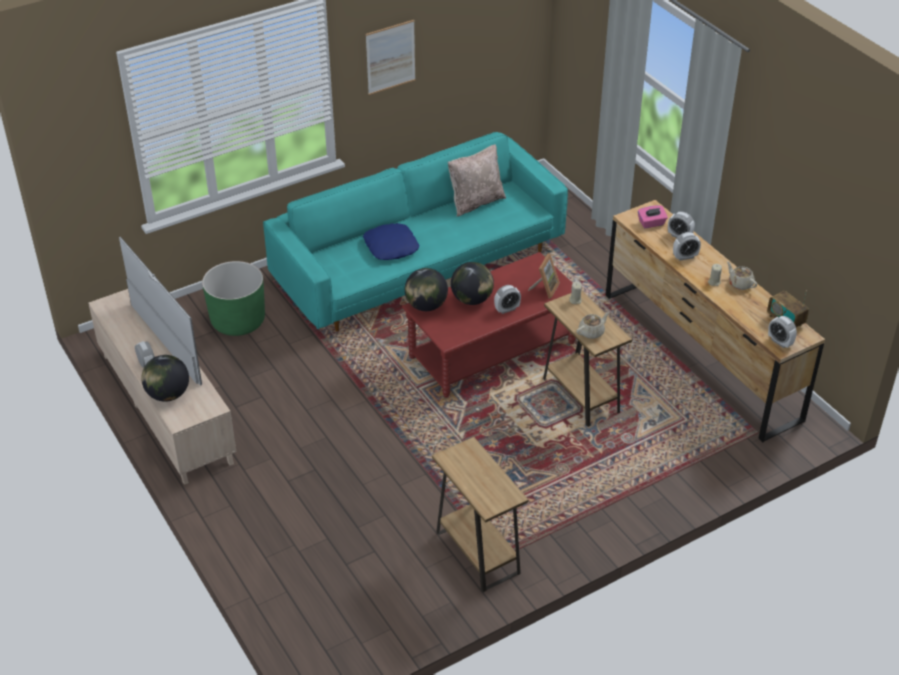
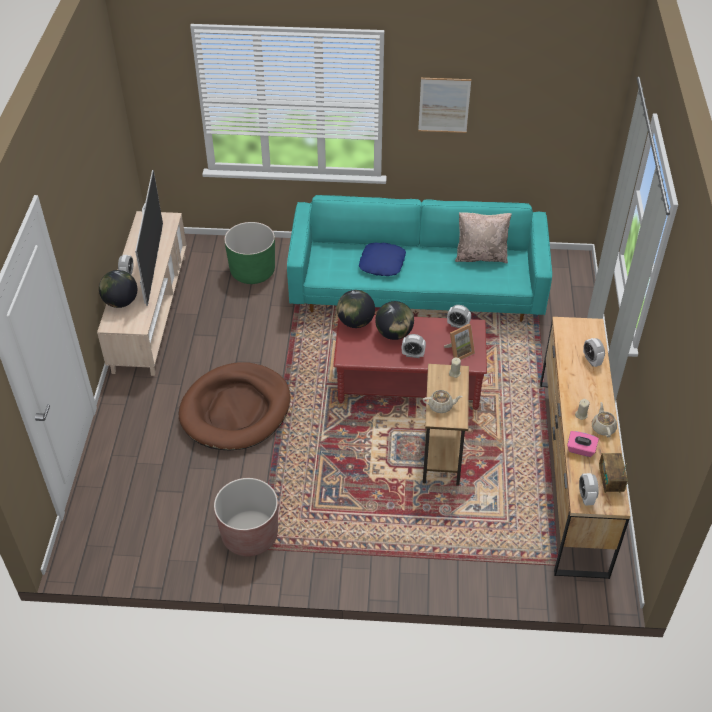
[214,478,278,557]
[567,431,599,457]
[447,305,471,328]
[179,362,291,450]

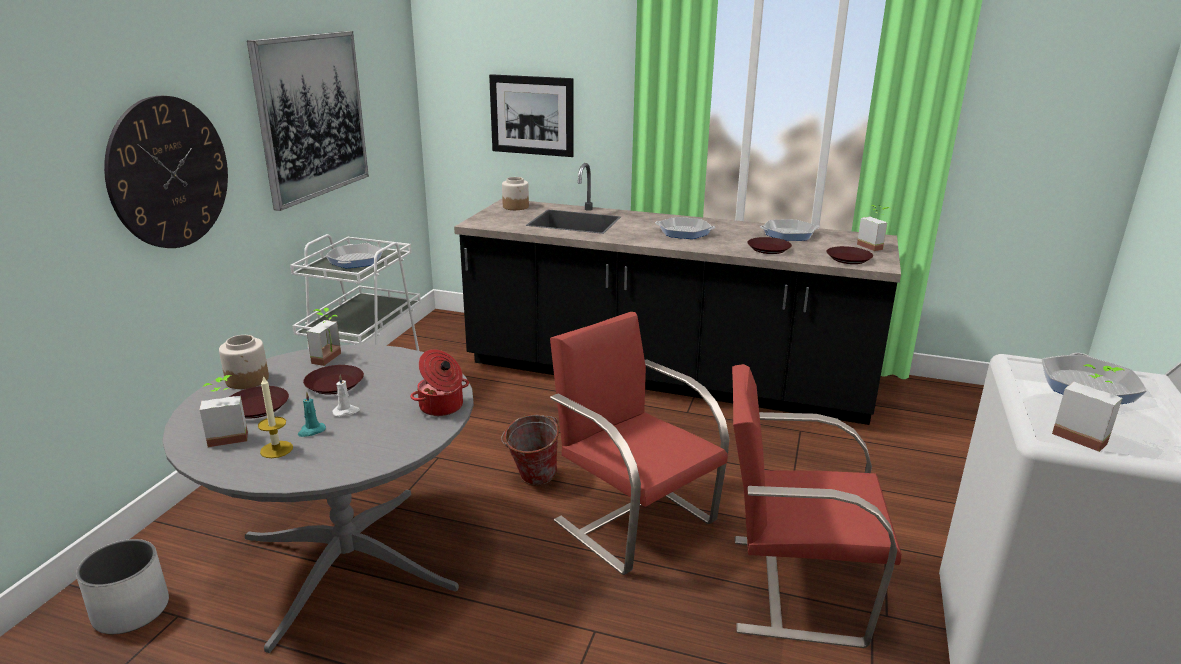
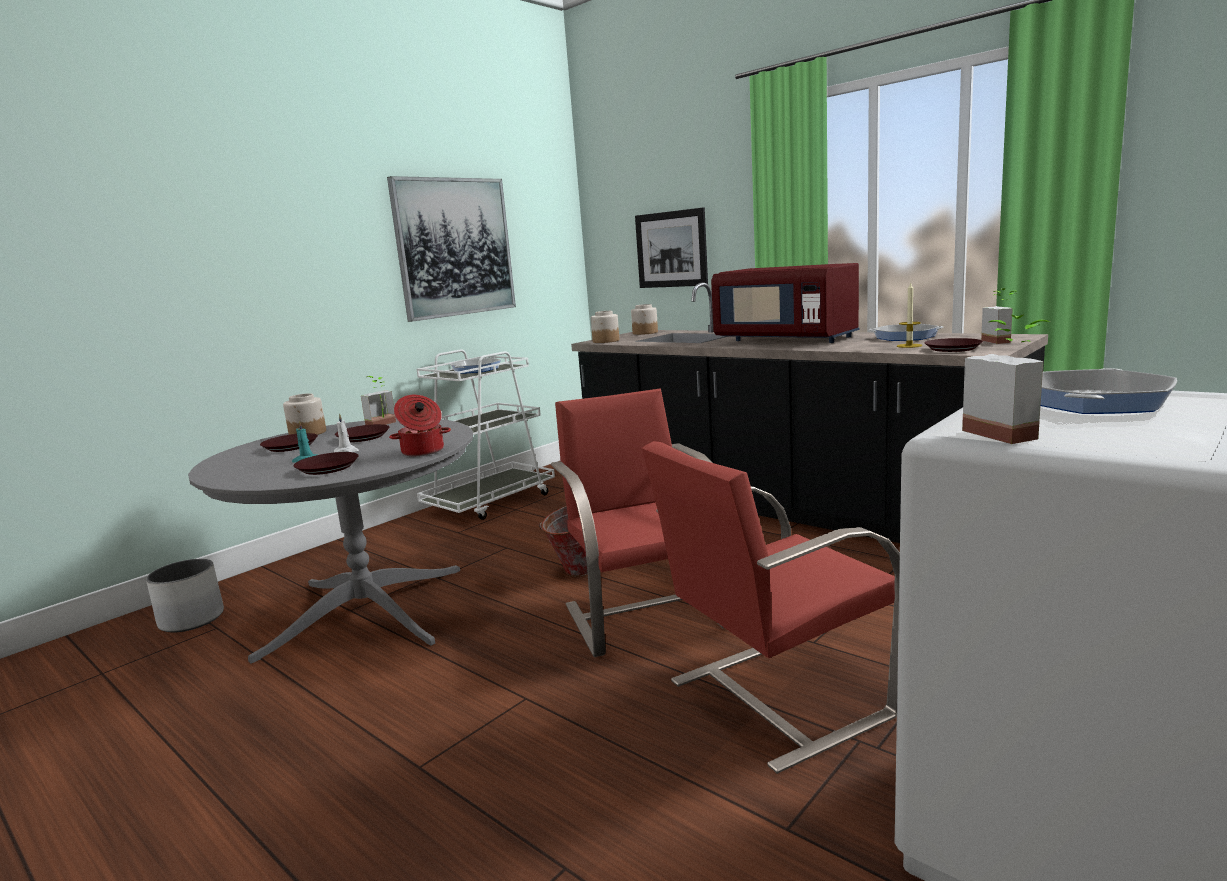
[104,96,228,248] (first image)
[200,375,248,447] (first image)
[897,283,922,348]
[711,263,859,343]
[642,441,900,774]
[294,452,359,475]
[591,311,619,343]

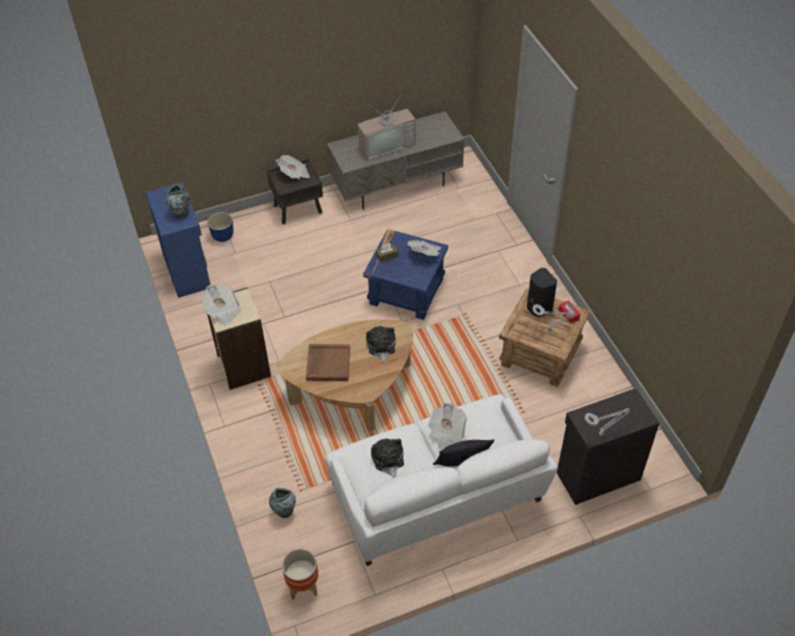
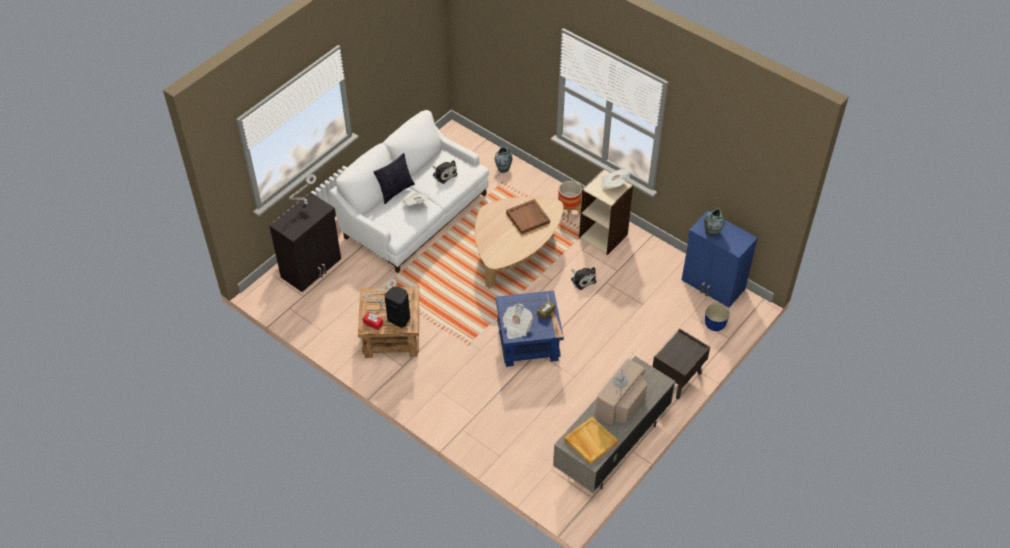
[276,155,310,179] (first image)
[558,181,582,220]
[571,267,596,290]
[564,417,618,465]

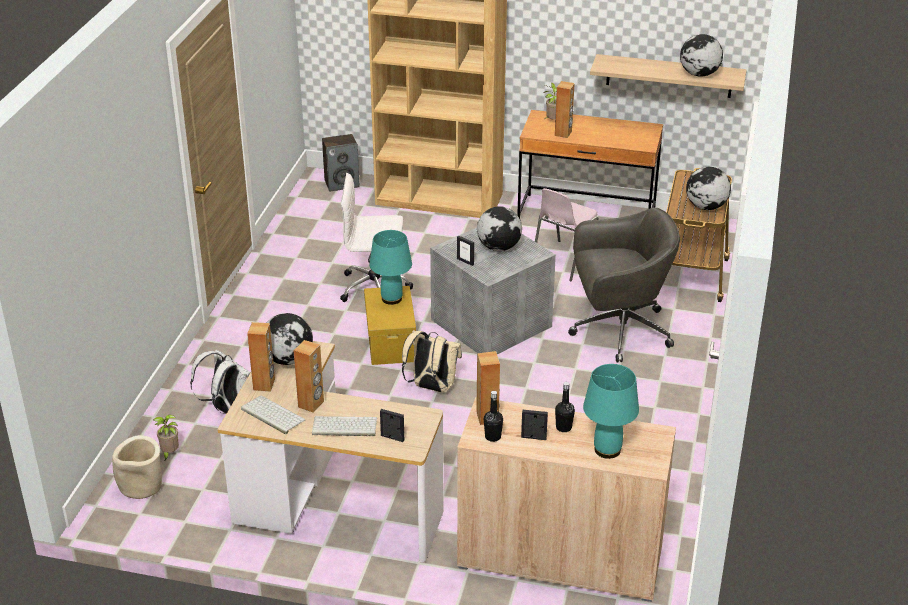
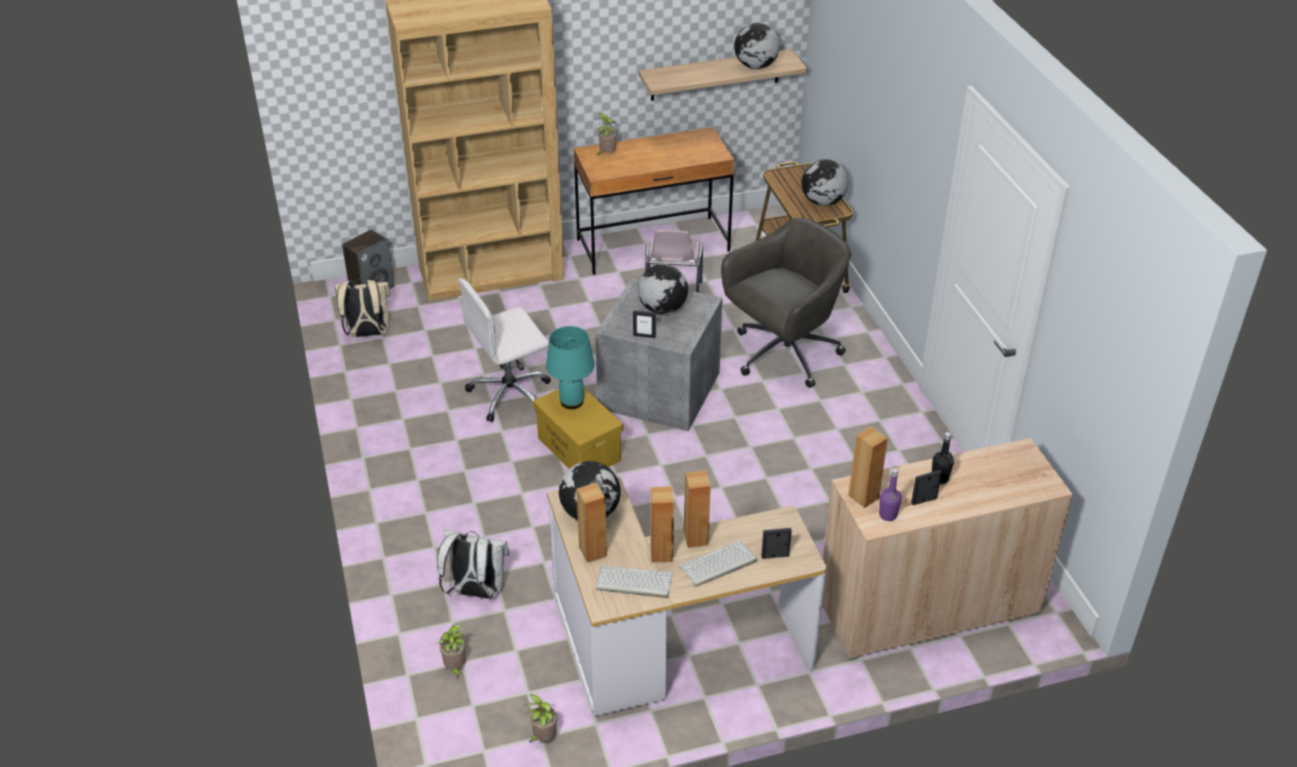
[112,435,162,499] (first image)
[334,279,390,337]
[879,468,902,521]
[684,470,711,548]
[583,364,639,459] (first image)
[524,694,557,742]

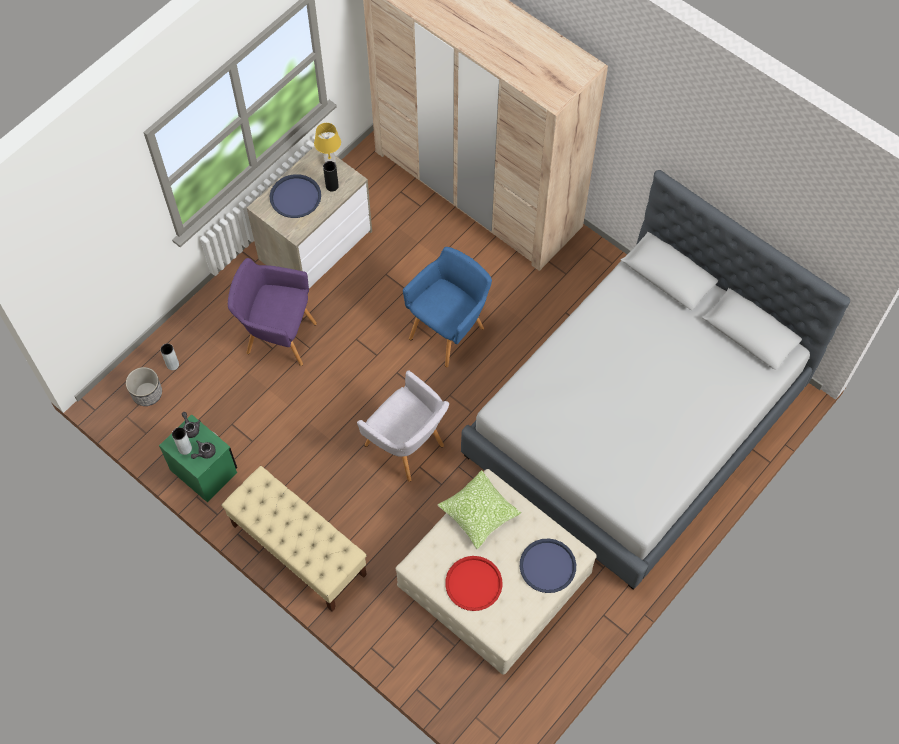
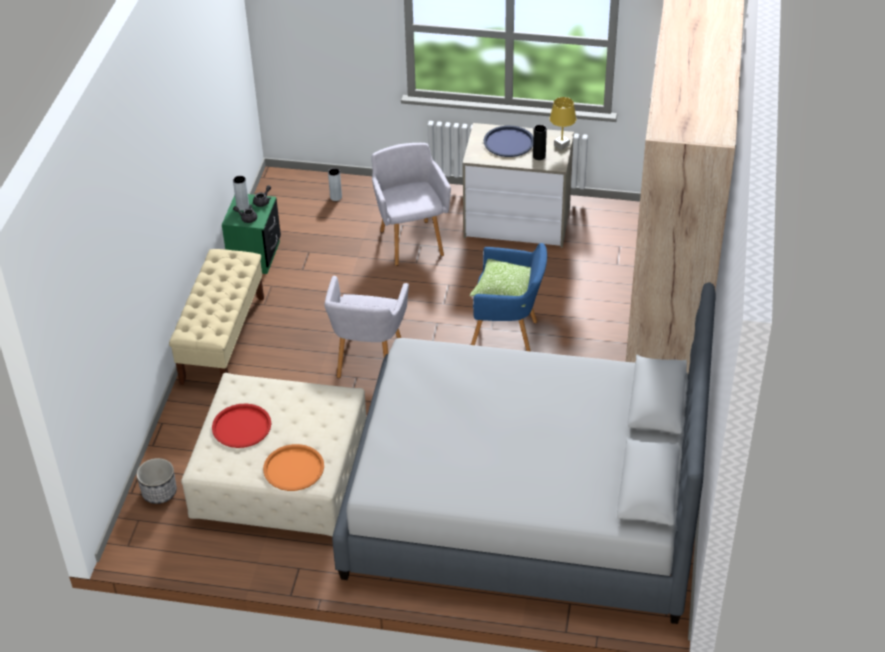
[136,458,177,504]
[372,143,451,266]
[470,259,531,307]
[263,444,324,491]

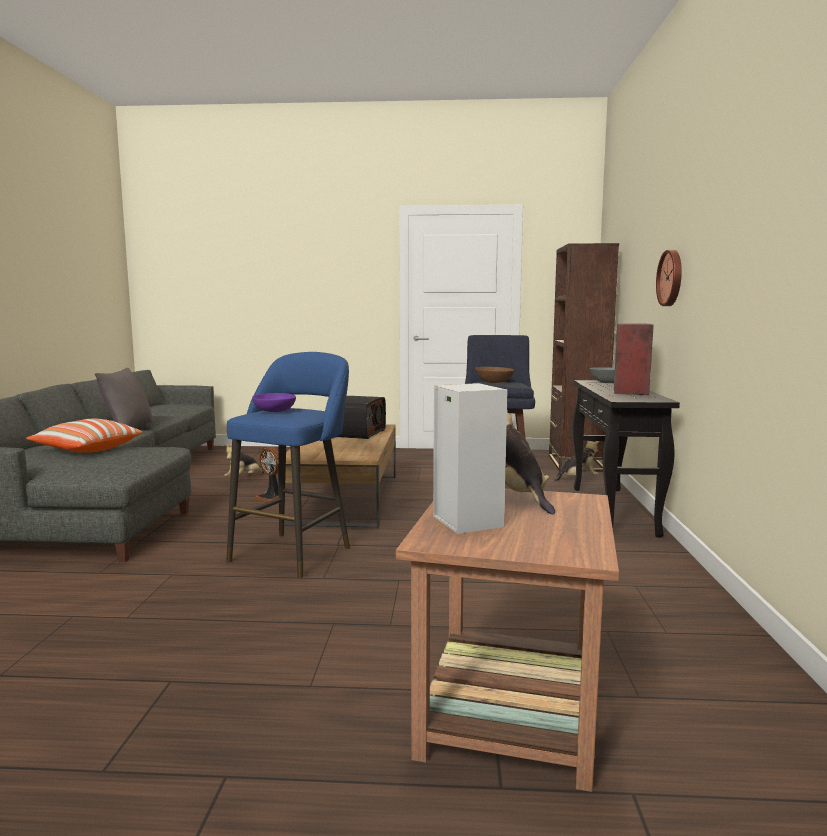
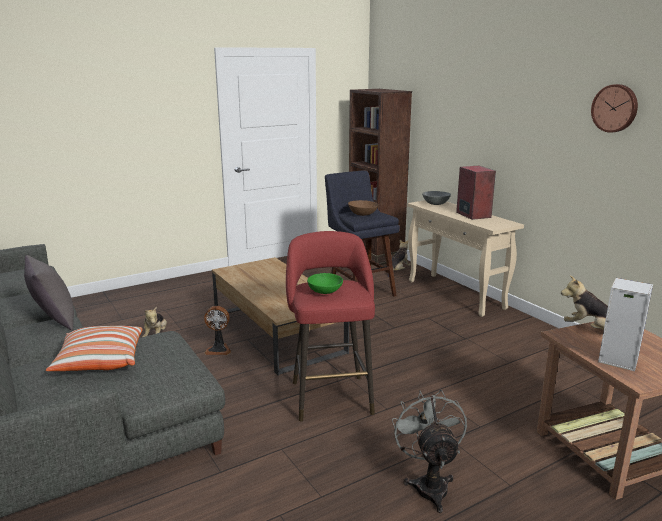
[286,231,375,422]
[307,273,343,294]
[337,396,386,439] (first image)
[407,200,524,317]
[591,84,638,133]
[392,390,467,513]

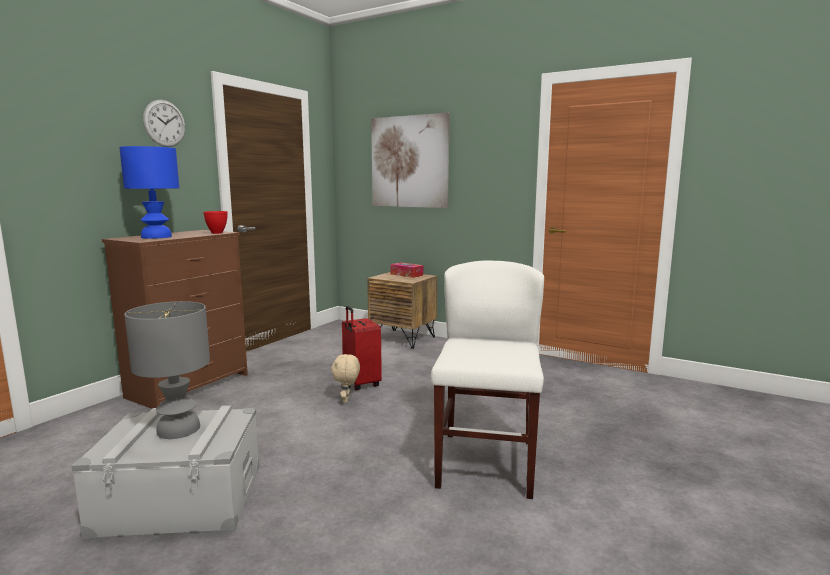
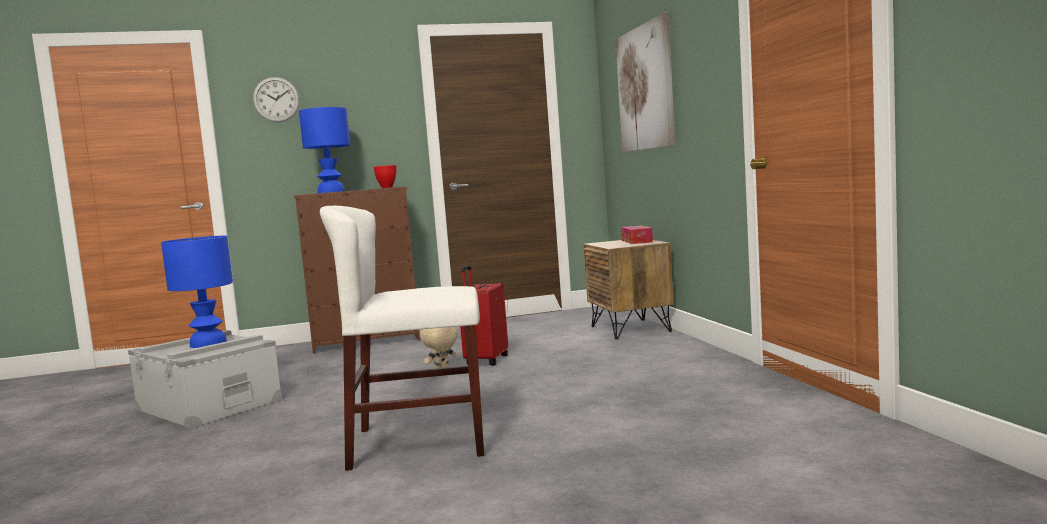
[161,236,233,348]
[253,77,300,122]
[320,206,484,471]

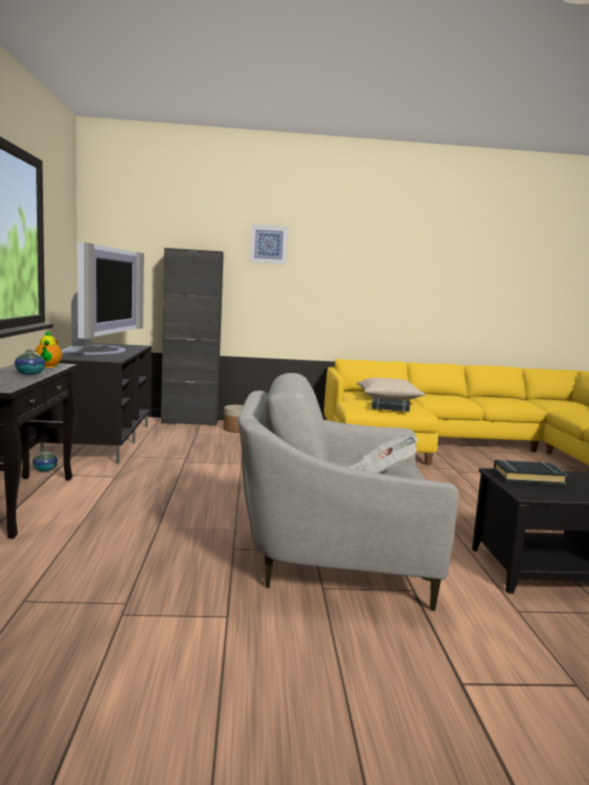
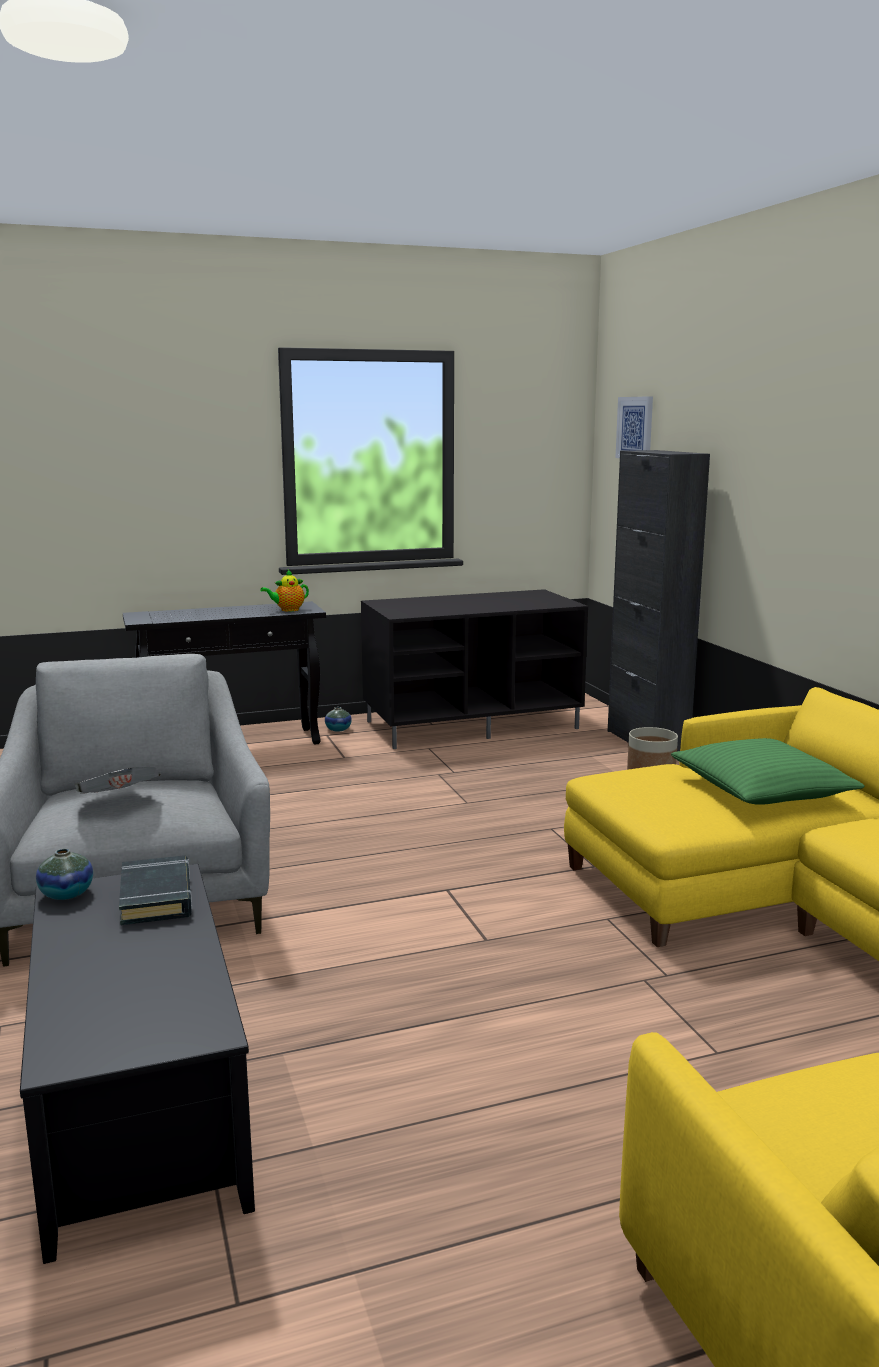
[36,849,93,900]
[61,242,144,355] (first image)
[615,396,653,458]
[671,738,864,805]
[371,398,410,412] (first image)

